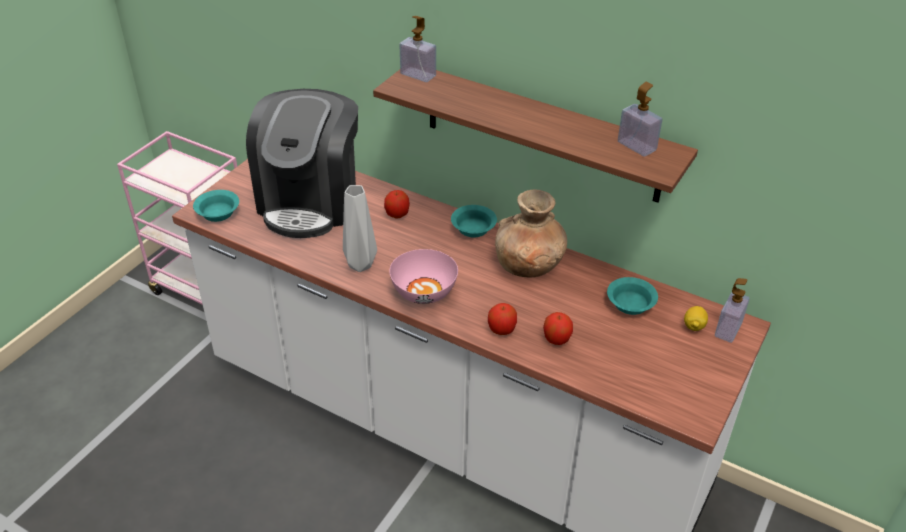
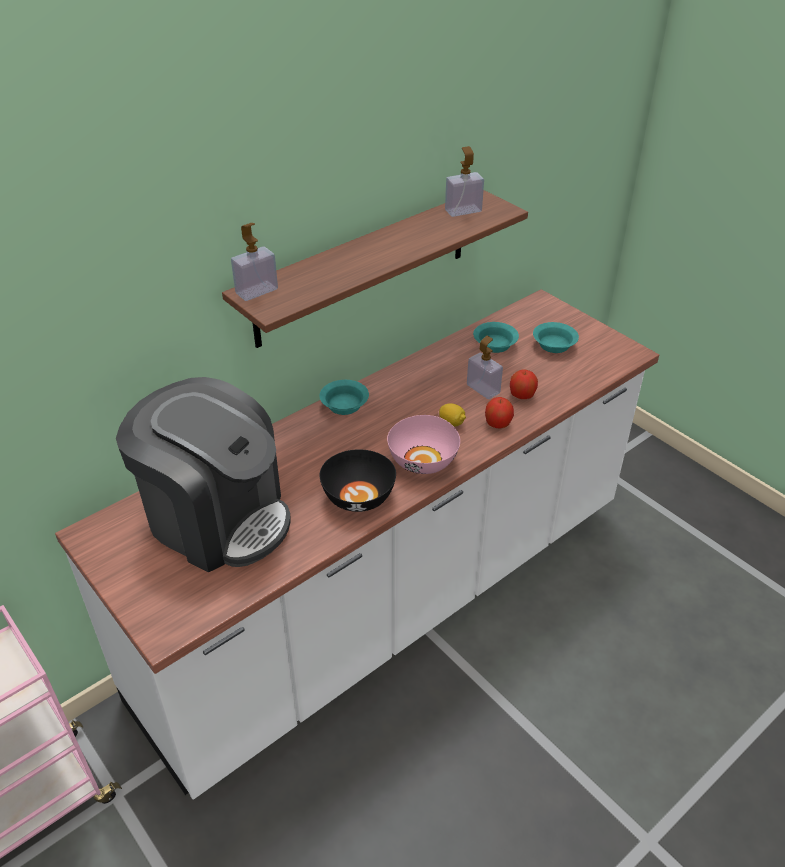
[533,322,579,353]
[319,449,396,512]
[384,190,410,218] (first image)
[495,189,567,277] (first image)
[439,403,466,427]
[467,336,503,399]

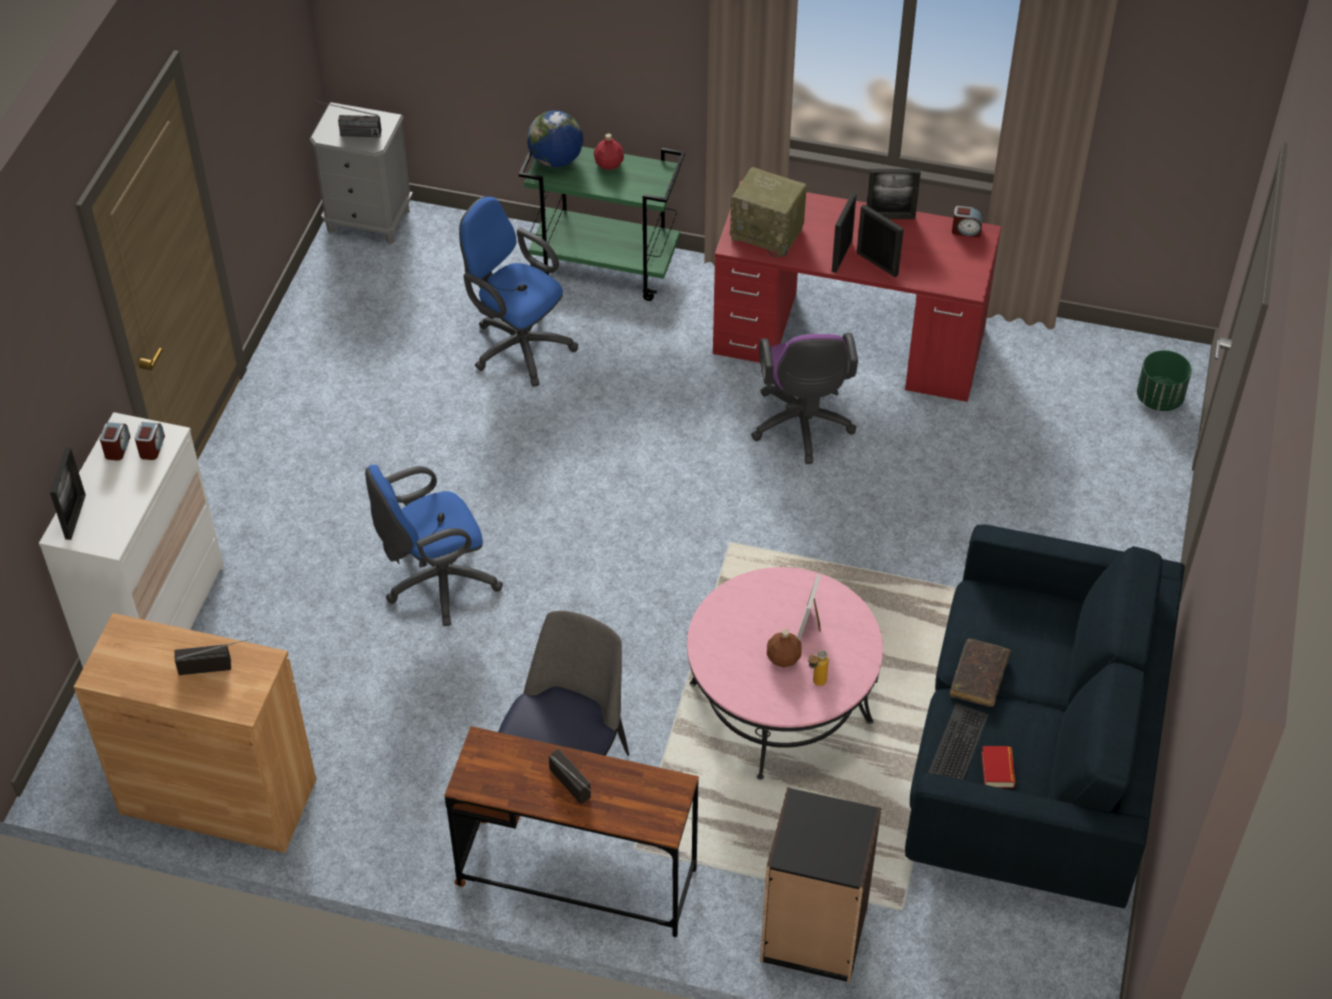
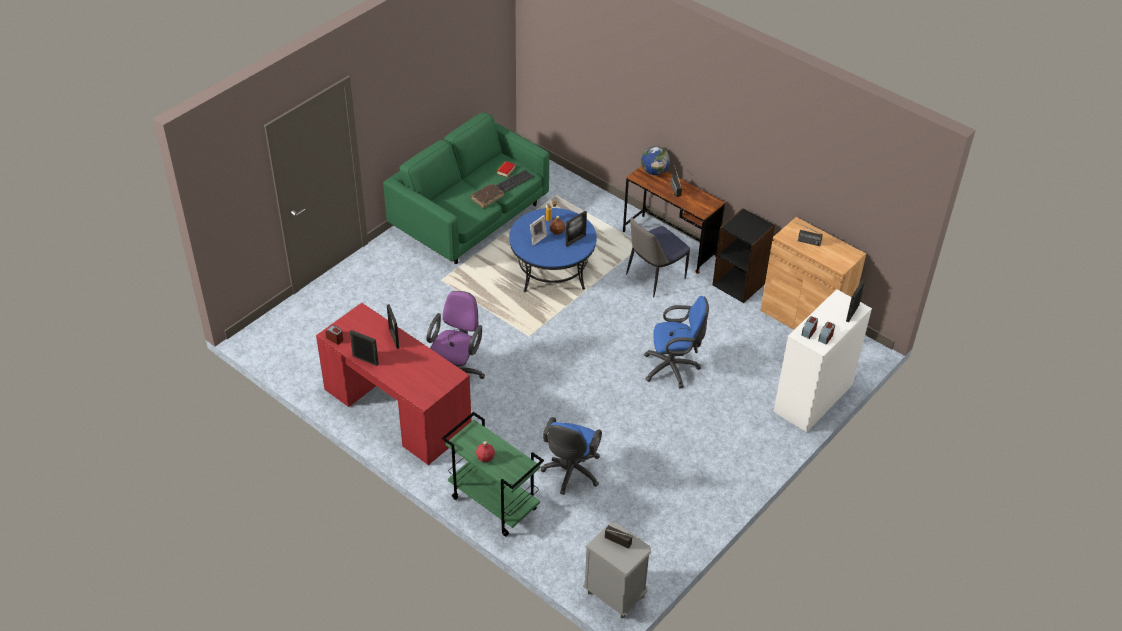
[541,417,602,495]
[641,146,670,175]
[509,208,597,292]
[730,167,807,257] (first image)
[712,208,775,303]
[566,211,587,247]
[383,112,549,264]
[1137,350,1192,411] (first image)

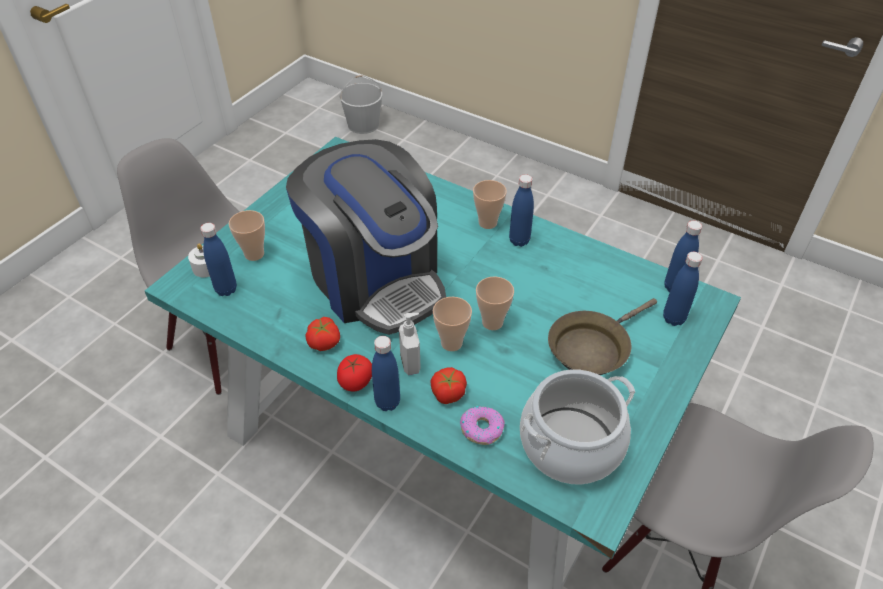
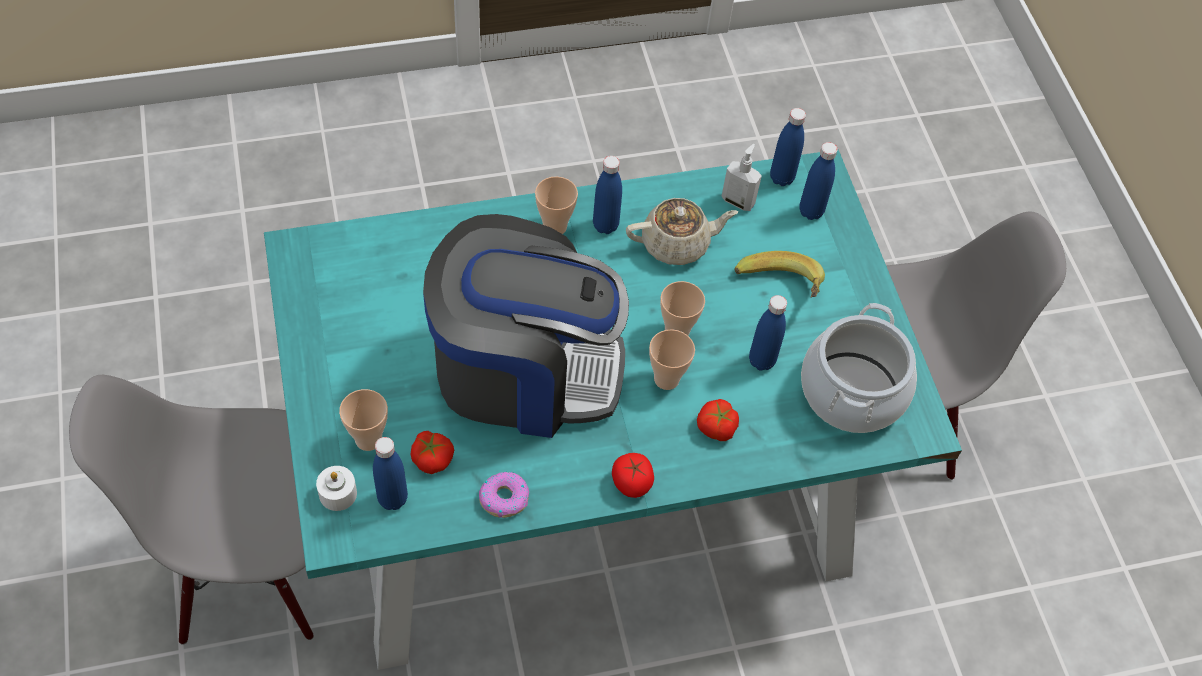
[411,431,454,474]
[339,75,383,134] (first image)
[749,295,787,371]
[721,144,762,211]
[479,472,529,518]
[734,251,825,298]
[626,198,738,265]

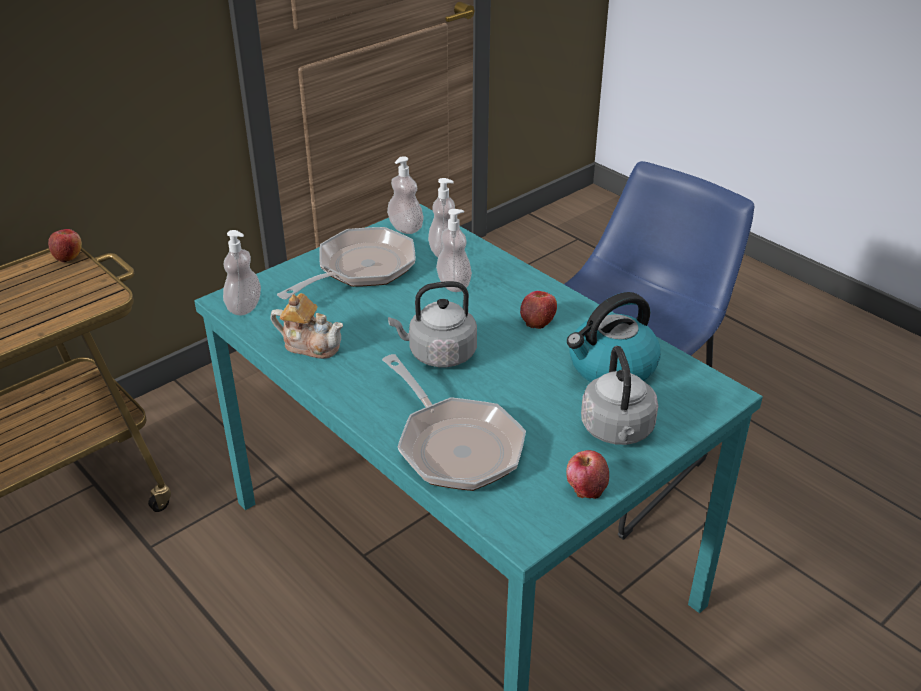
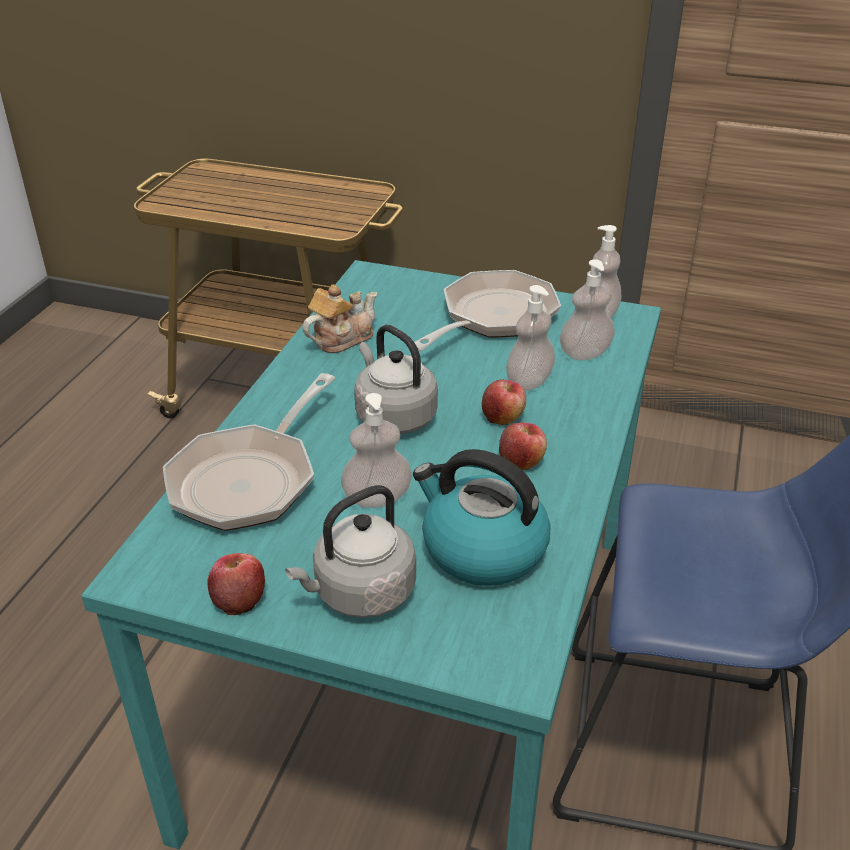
[482,380,526,425]
[341,393,412,508]
[302,284,377,353]
[414,270,561,351]

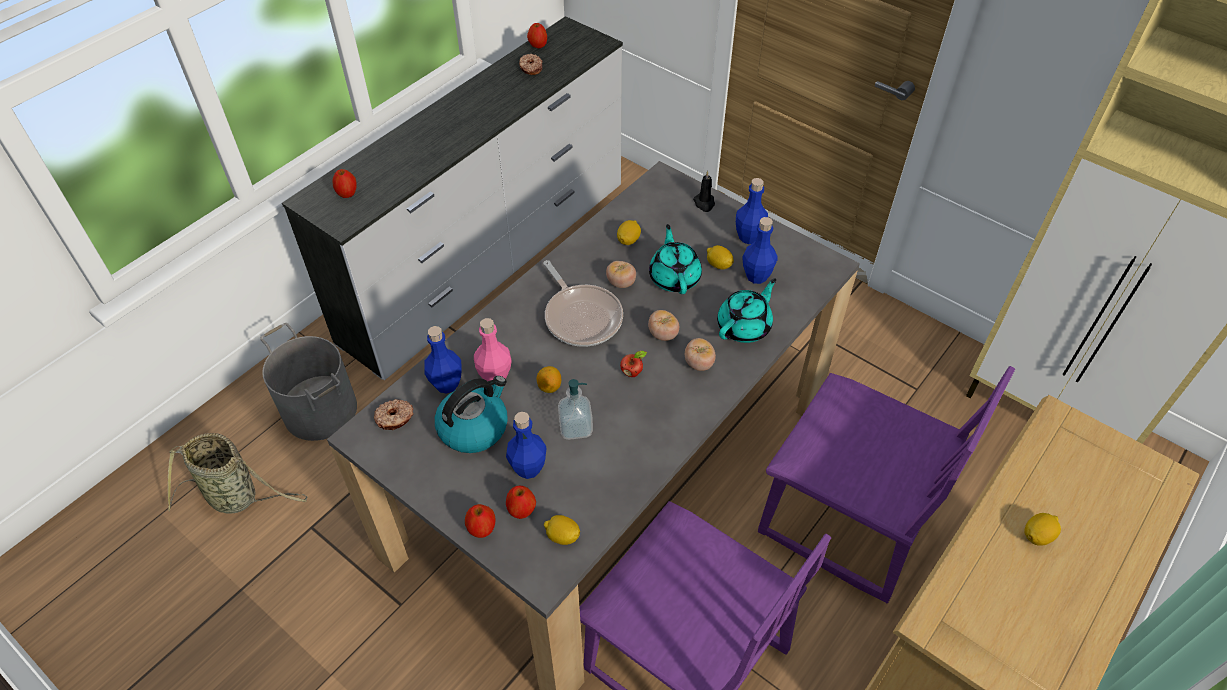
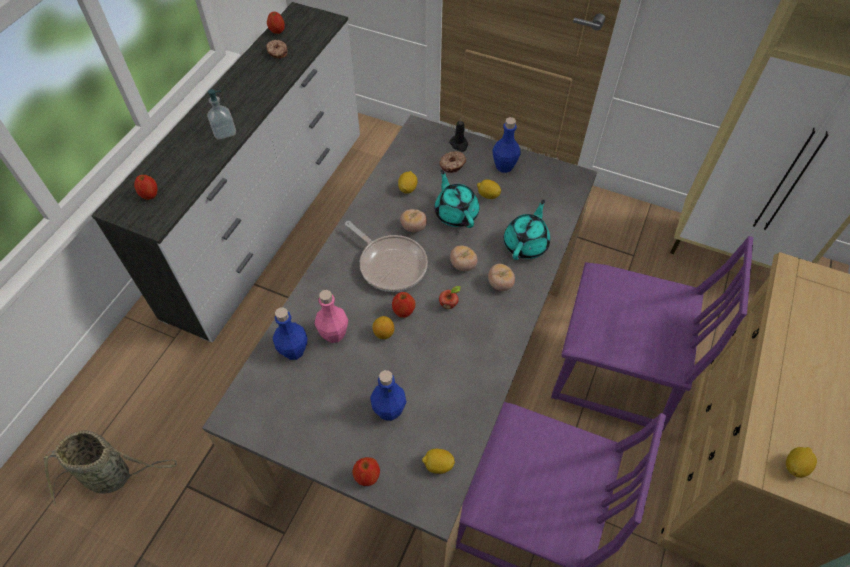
[260,323,357,441] (first image)
[439,151,466,173]
[435,376,508,453] (first image)
[392,292,416,318]
[207,89,236,140]
[742,217,778,284] (first image)
[786,447,817,478]

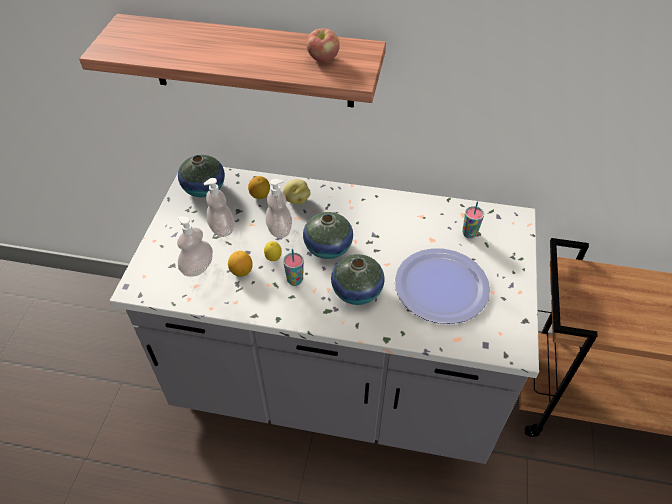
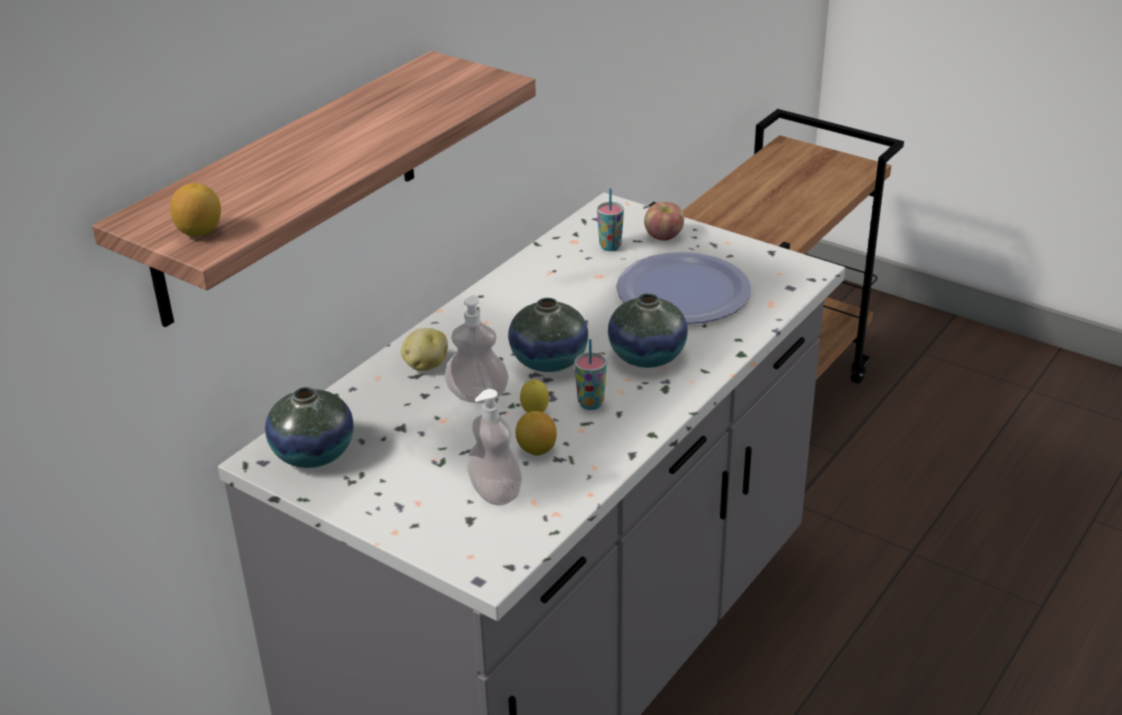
[204,178,234,237] (first image)
[170,183,221,236]
[644,202,684,241]

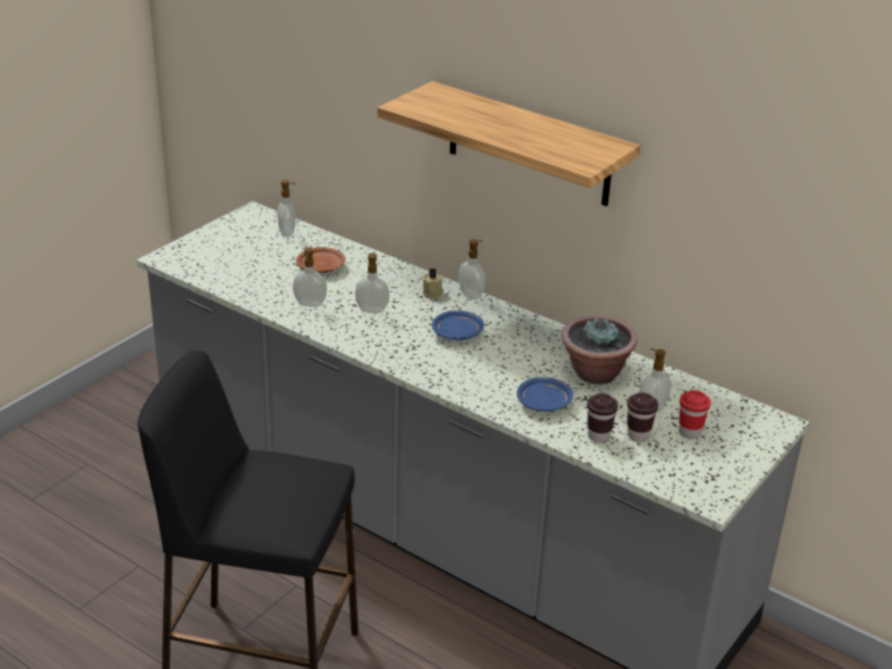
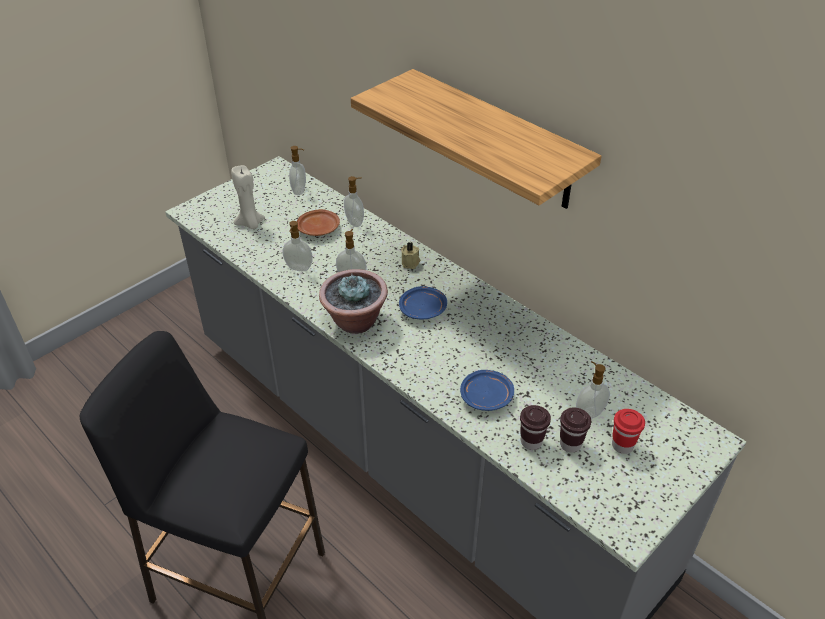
[344,176,364,227]
[319,269,388,334]
[231,165,265,229]

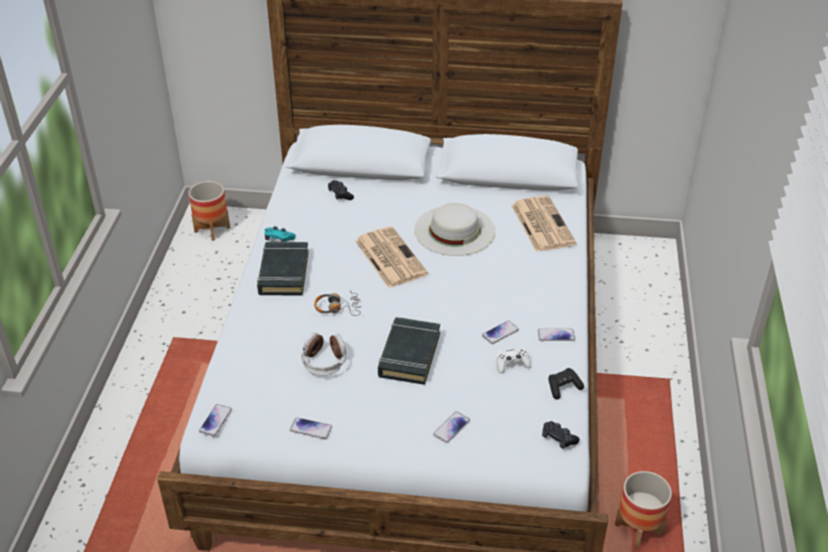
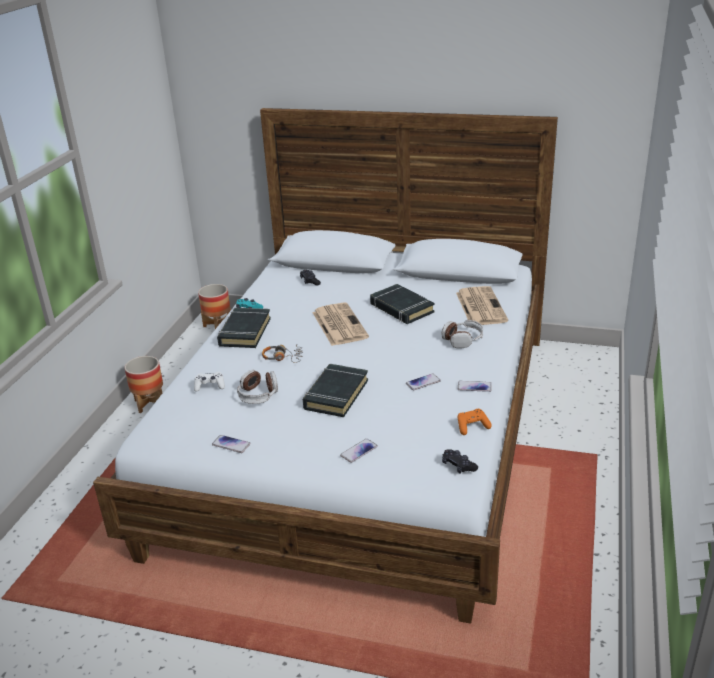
[199,404,232,436] (first image)
[370,284,434,324]
[194,372,225,392]
[458,409,492,435]
[125,356,163,413]
[441,320,484,349]

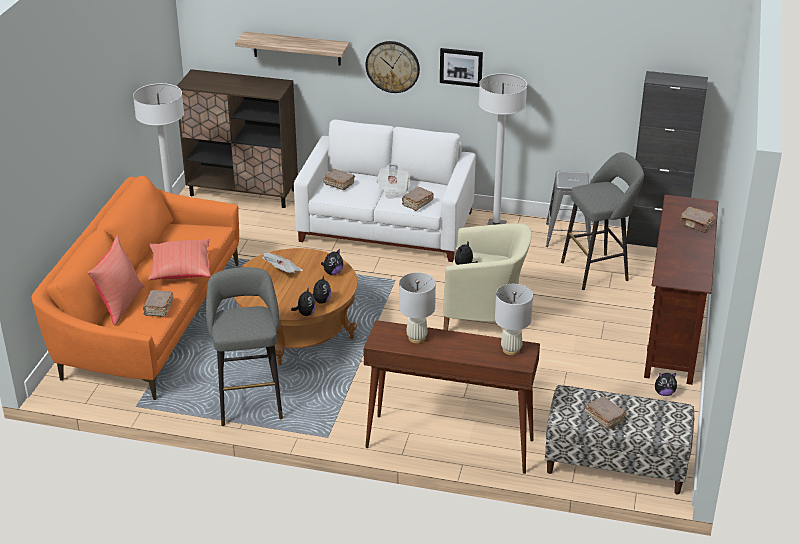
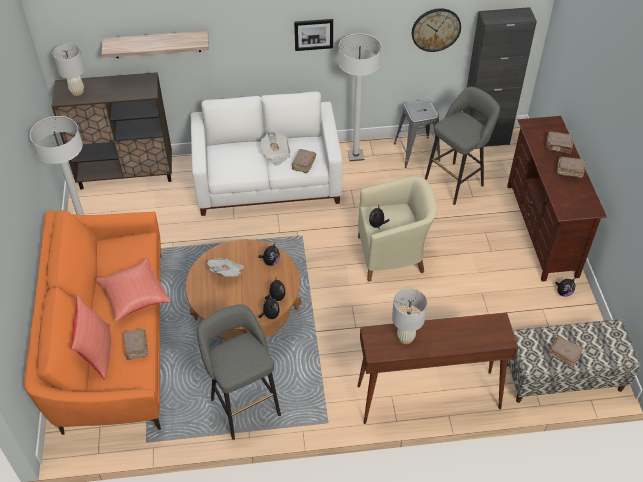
[556,156,585,178]
[412,8,461,52]
[53,44,85,96]

